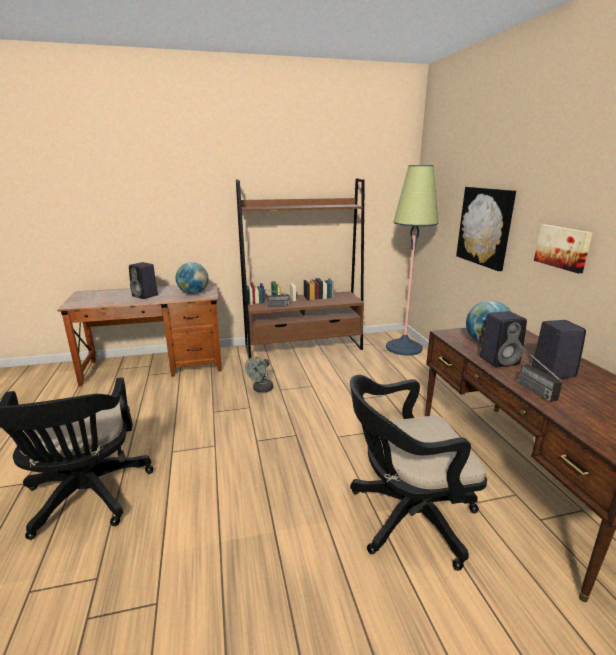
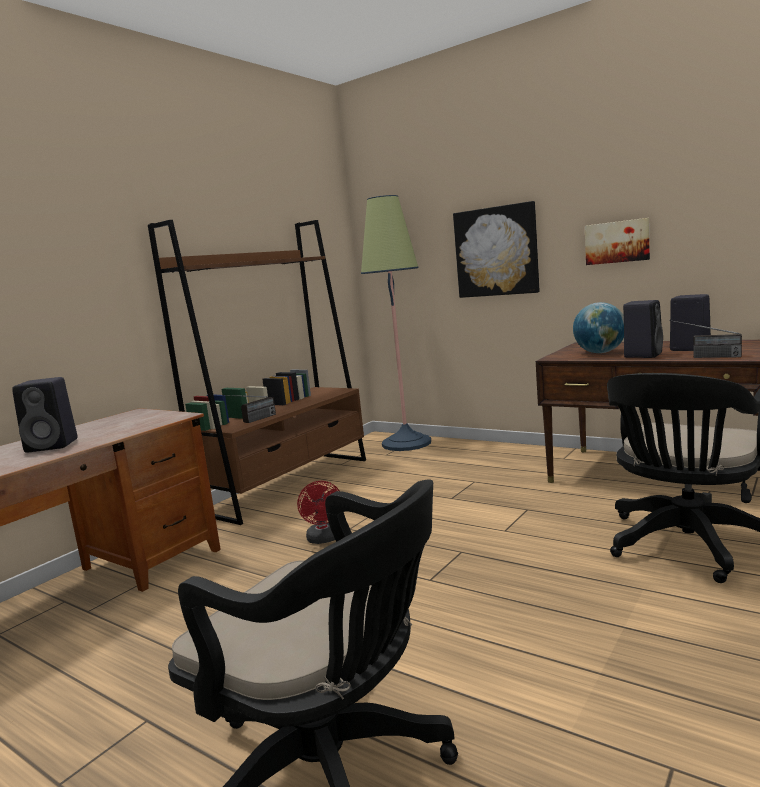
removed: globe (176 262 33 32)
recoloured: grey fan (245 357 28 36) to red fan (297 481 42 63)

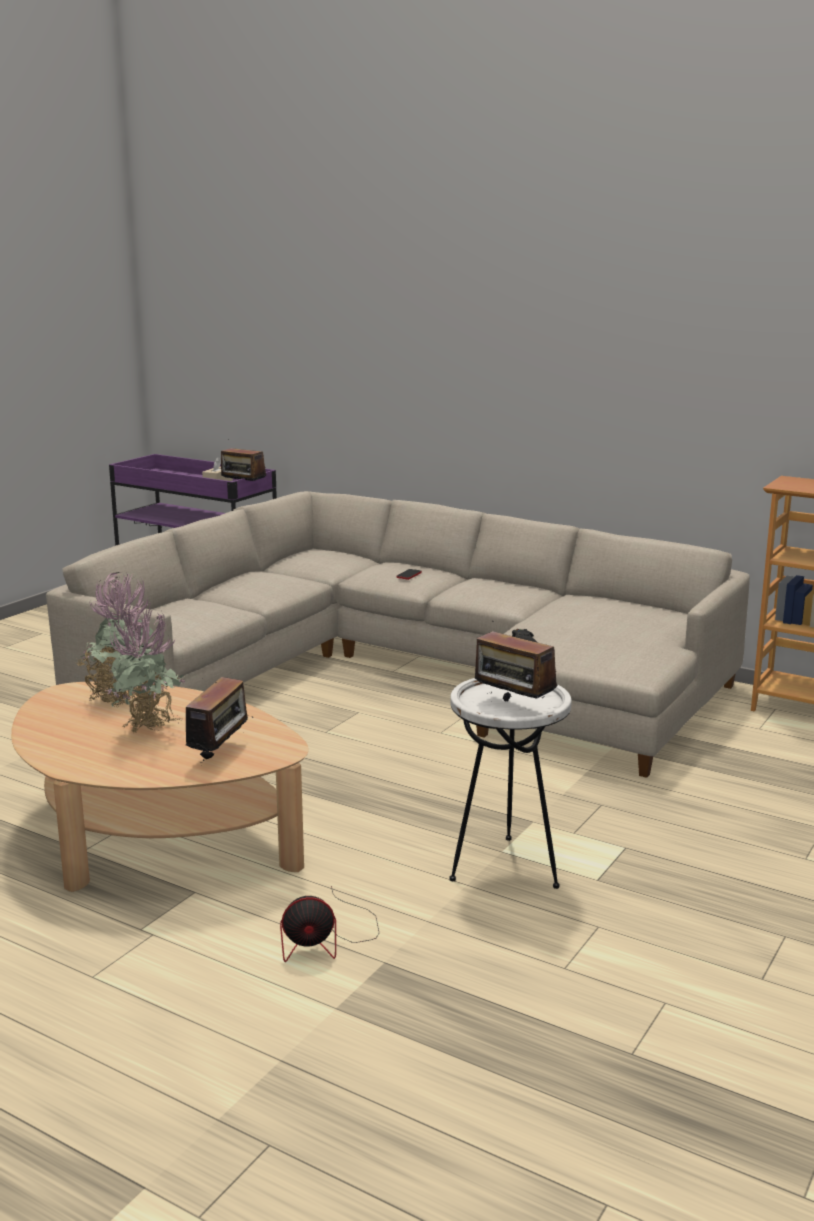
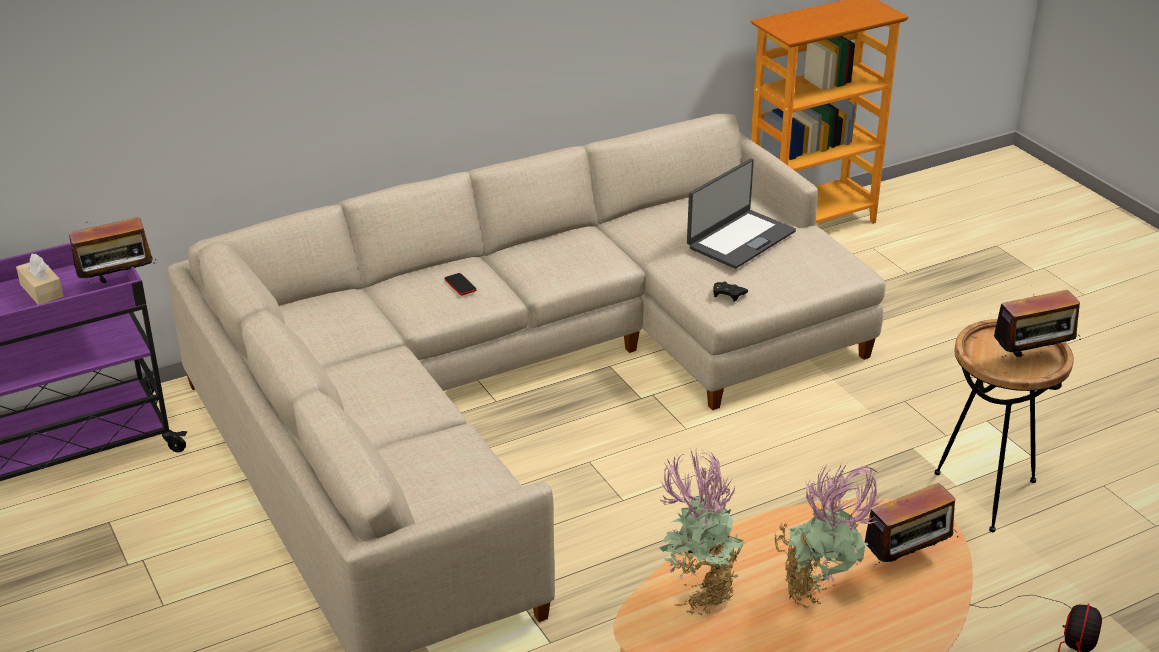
added: laptop (687 159 109 110)
recoloured: white side table (450 678 122 211) to brown side table (935 319 139 213)
turned: radio (186 677 67 86) = (864 483 94 82) 105 degrees clockwise

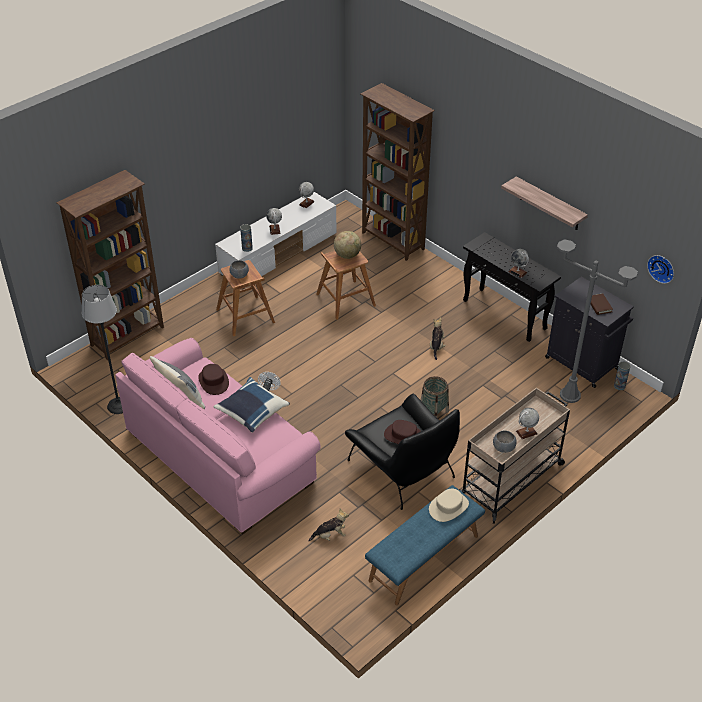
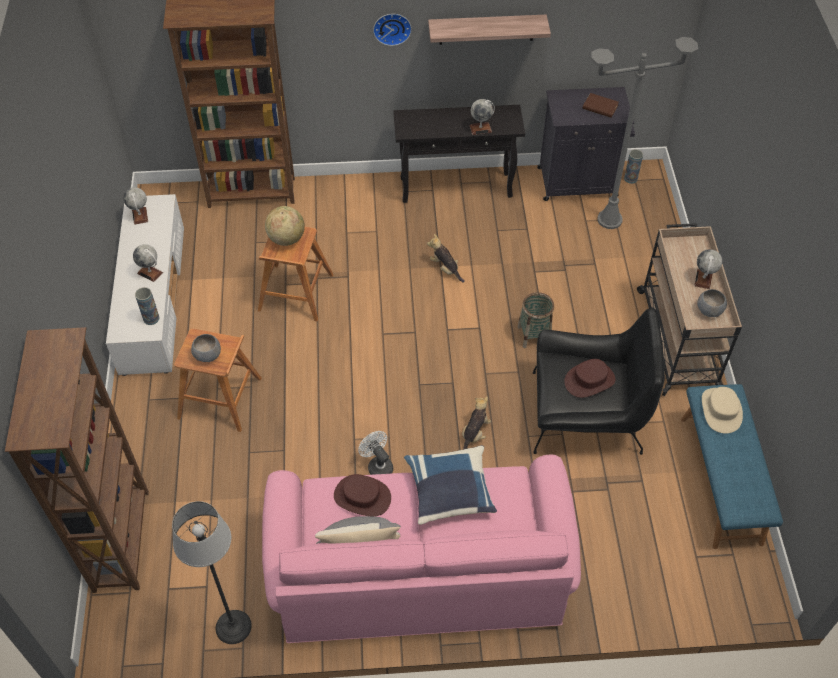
moved: wall clock (647 255 27 29) to (373 14 39 32); plush toy (309 508 40 33) to (462 397 29 53)

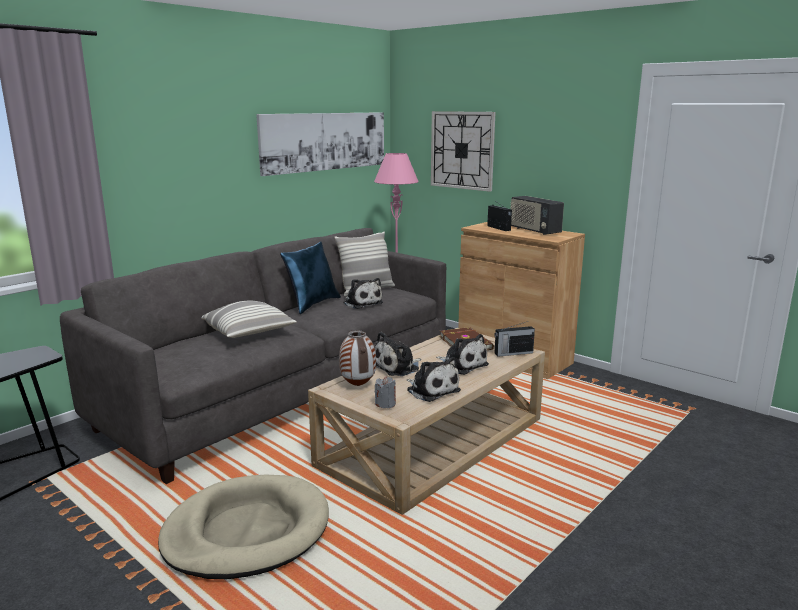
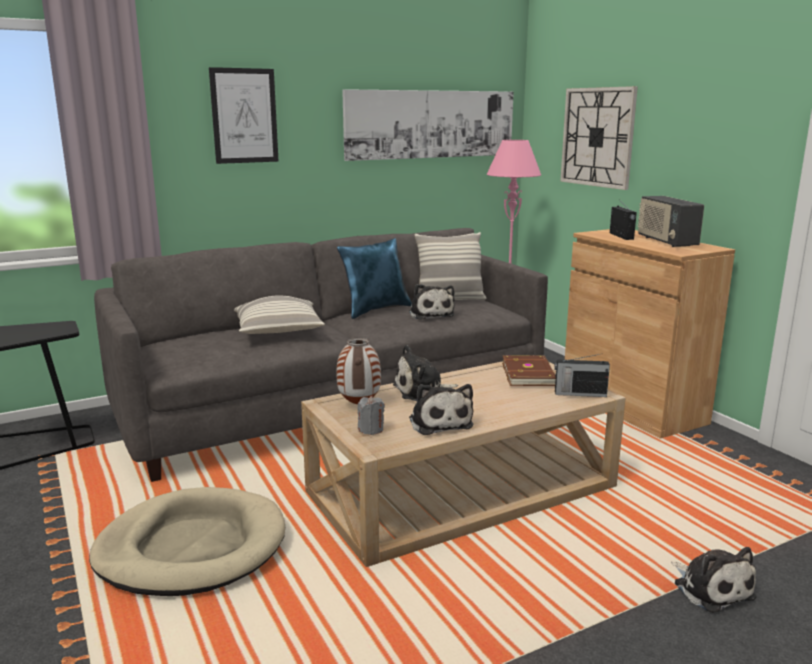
added: picture (209 67 70 97)
moved: plush toy (436 334 53 41) to (671 547 86 66)

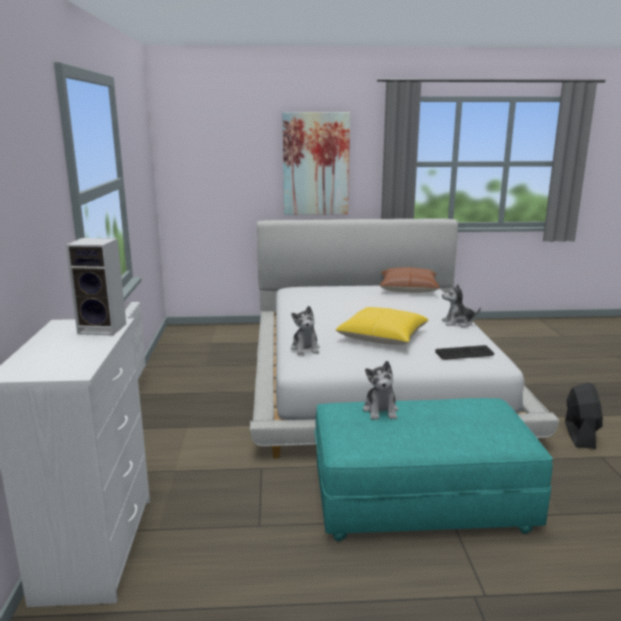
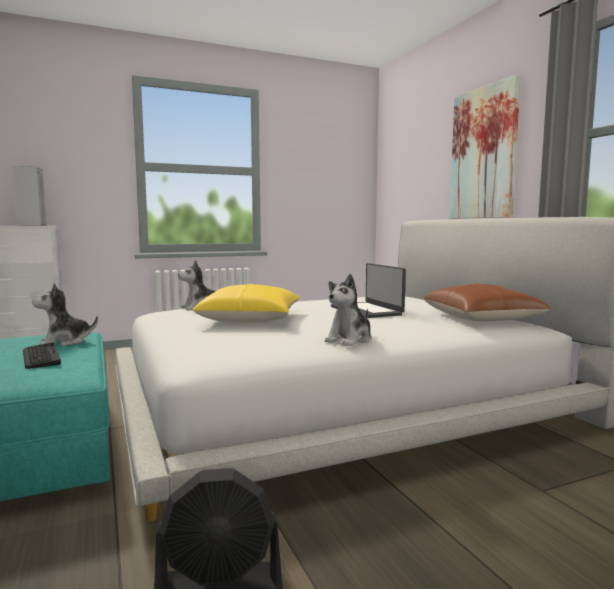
added: laptop (331 263 75 55)
moved: keyboard (435 345 59 14) to (23 343 38 26)
turned: plush toy (442 284 39 43) = (325 274 47 72) 120 degrees counterclockwise

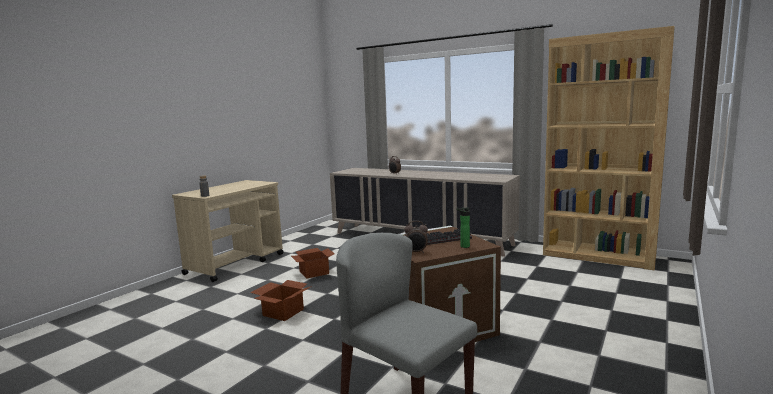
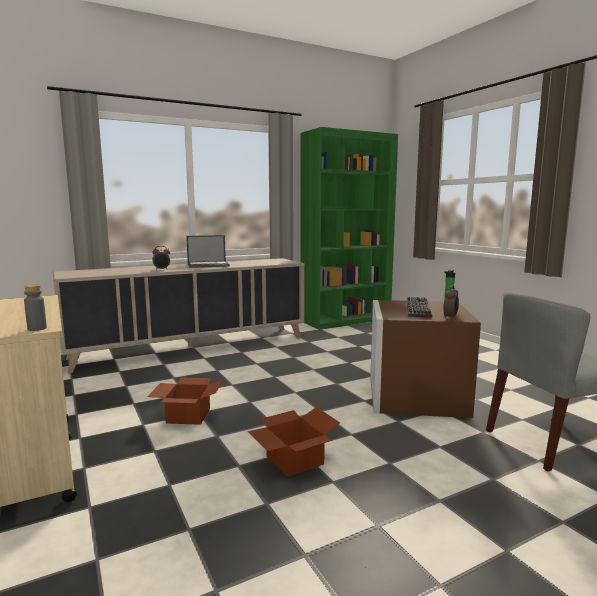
added: laptop (186 235 44 33)
recoloured: brown bookcase (543 26 132 244) to green bookcase (300 127 98 203)

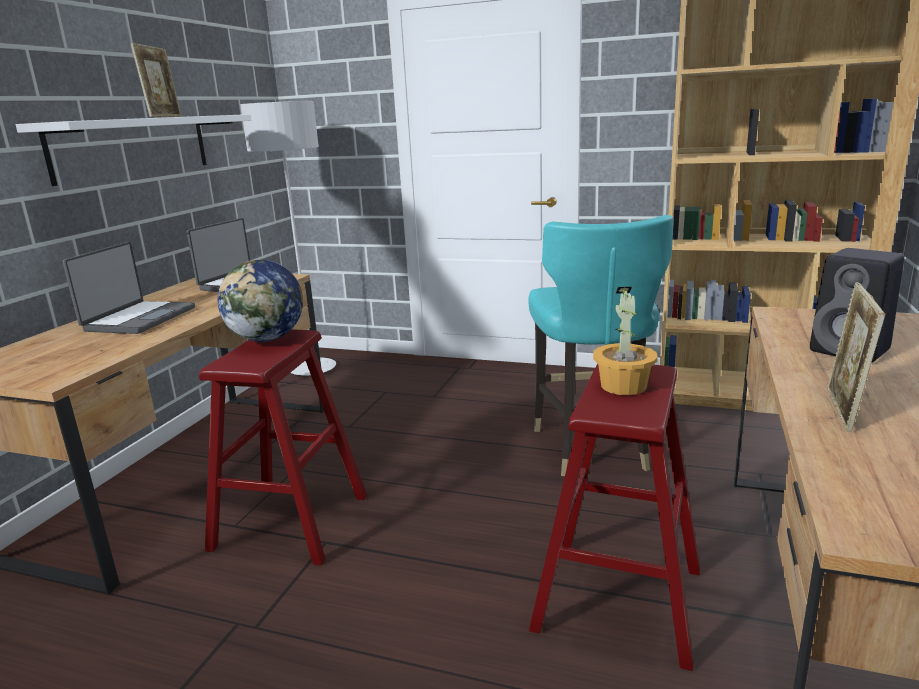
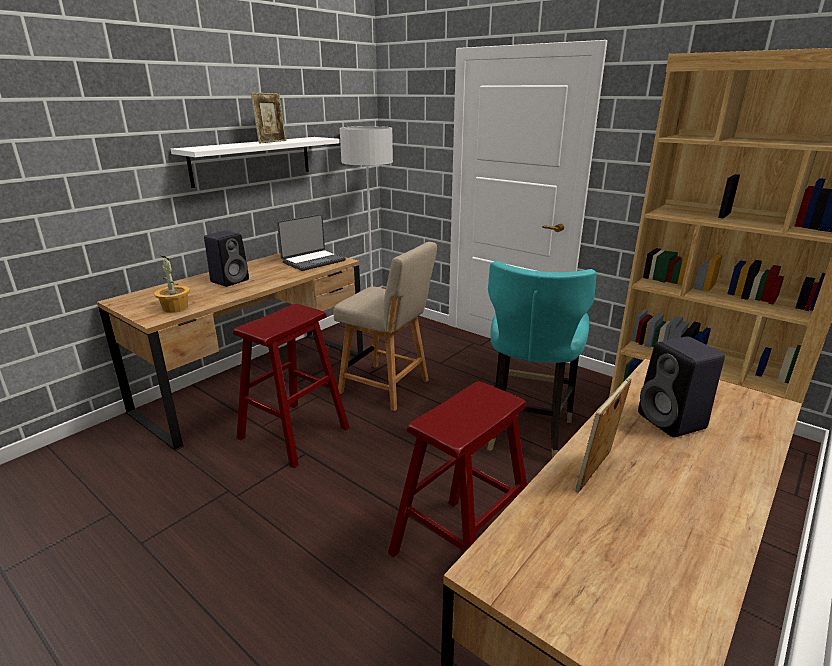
removed: globe (218 260 85 82)
added: beige chair (334 242 103 169)
moved: potted plant (593 287 65 108) to (154 256 36 57)
replaced: laptop (63 242 132 92) to black speaker (204 231 45 56)

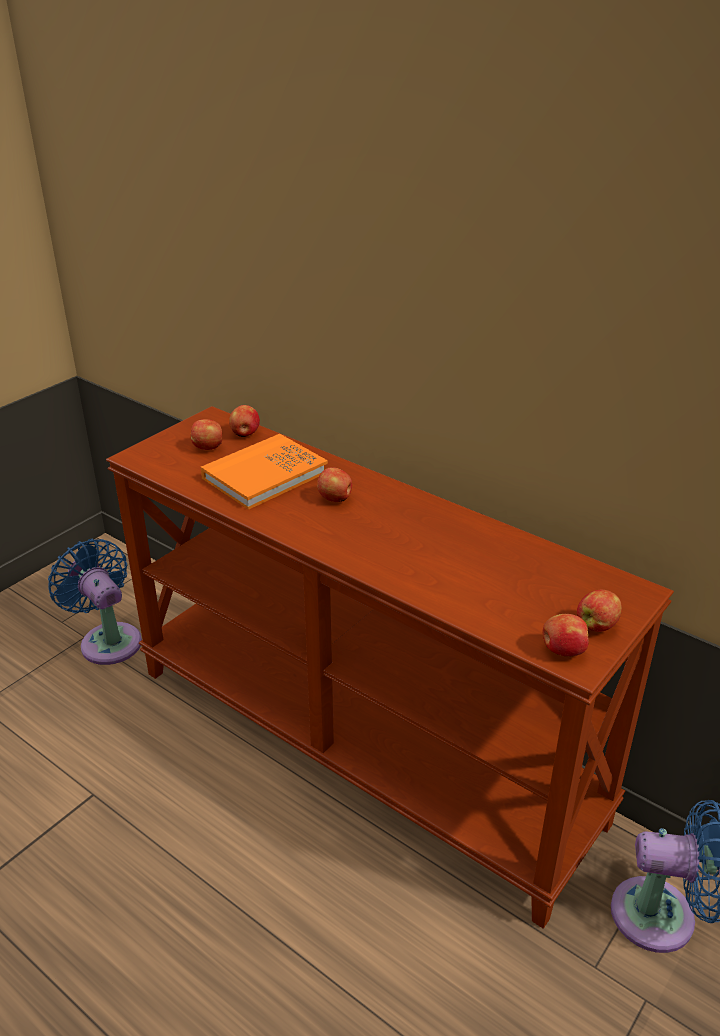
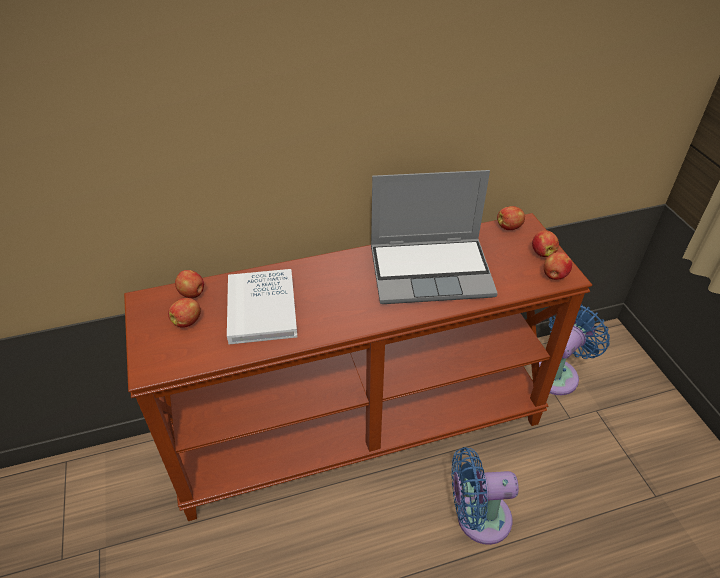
added: laptop (371 170 127 134)
moved: blue fan (48 539 94 126) to (452 447 67 98); apple (317 467 35 35) to (497 206 28 24)
recoloured: orange book (201 434 127 76) to white book (227 269 70 75)

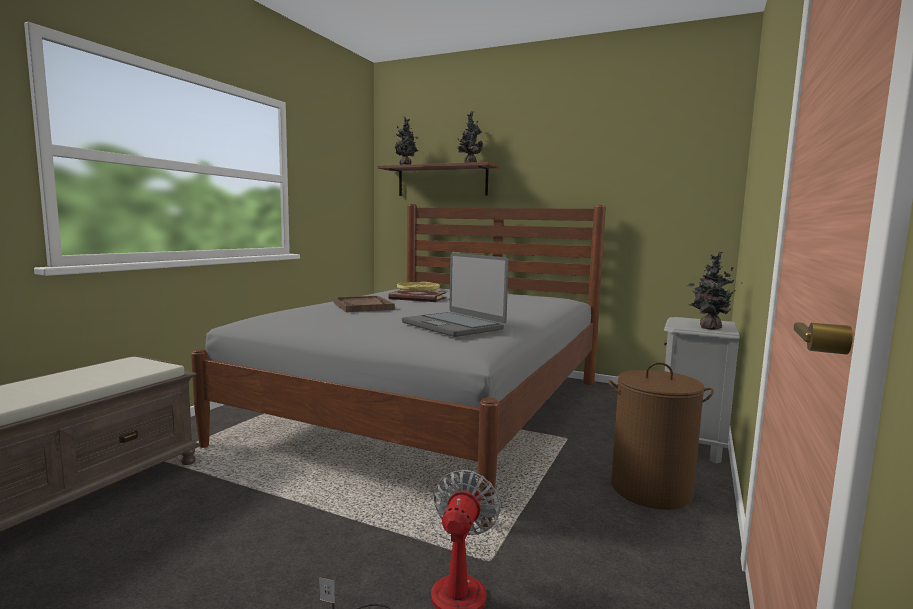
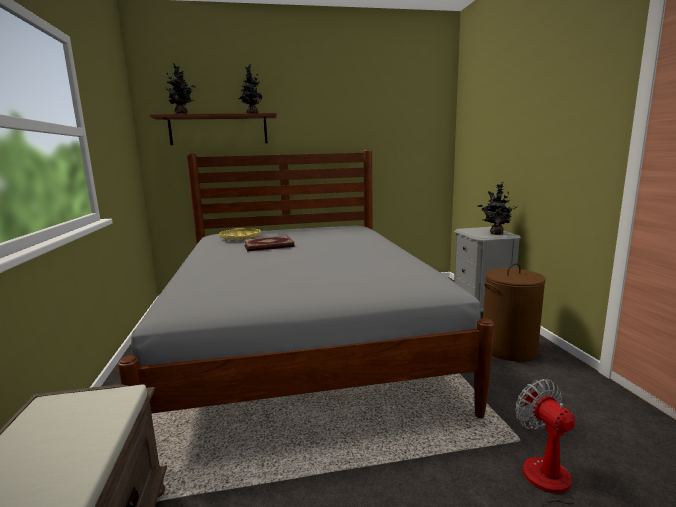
removed: brown tray (333 296 62 16); laptop (402 253 107 84)

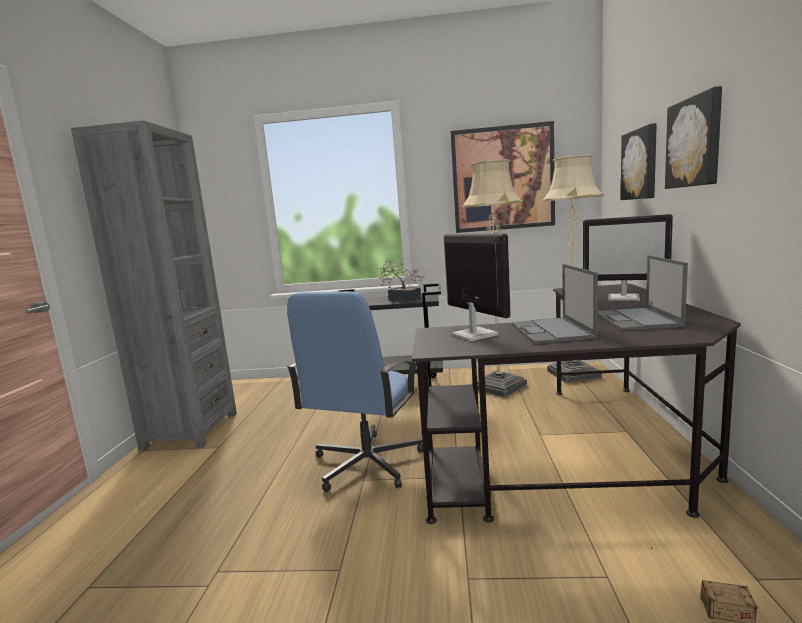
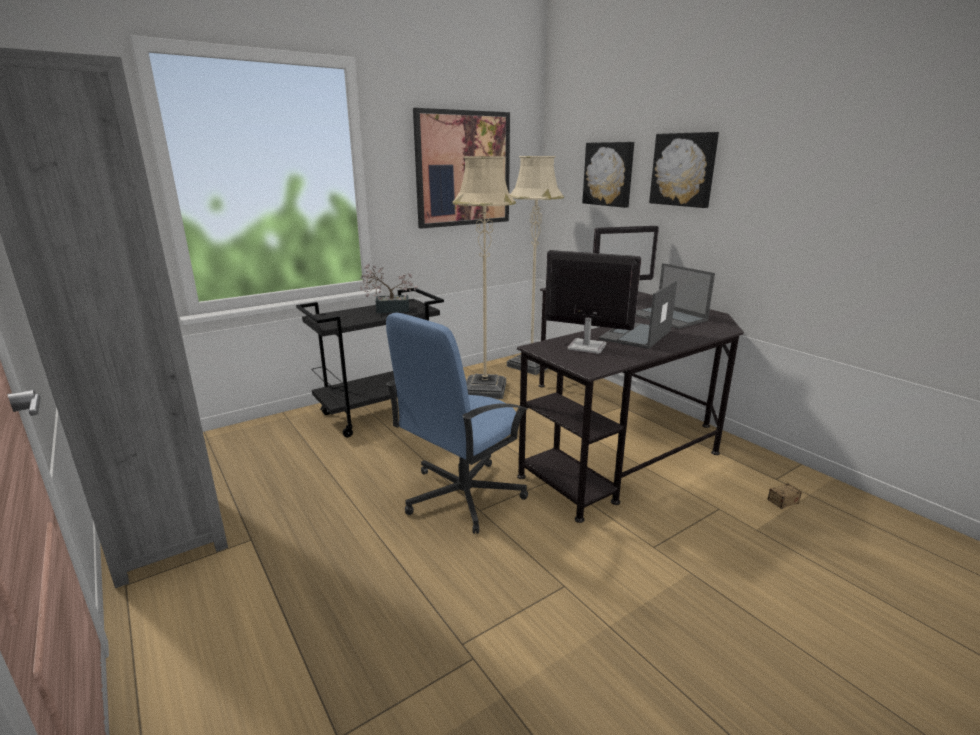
turned: blue office chair (287 291 136 201) = (386 312 142 222) 60 degrees clockwise; laptop (511 264 87 80) = (599 280 78 69) 75 degrees clockwise

